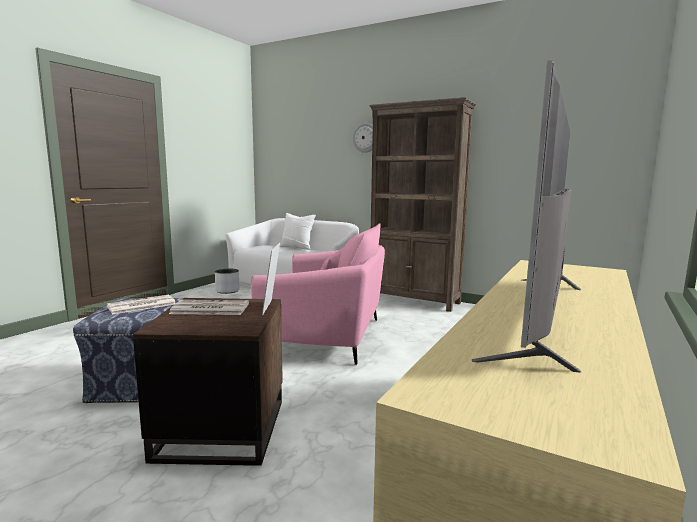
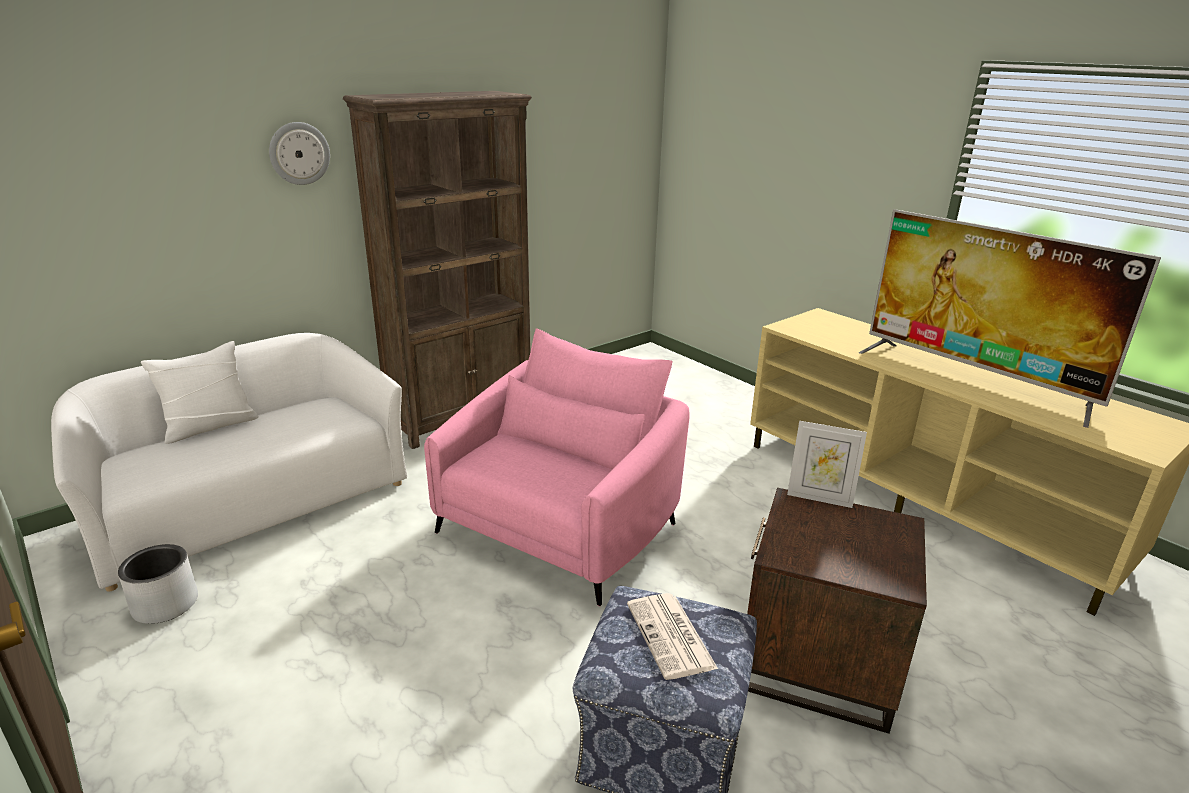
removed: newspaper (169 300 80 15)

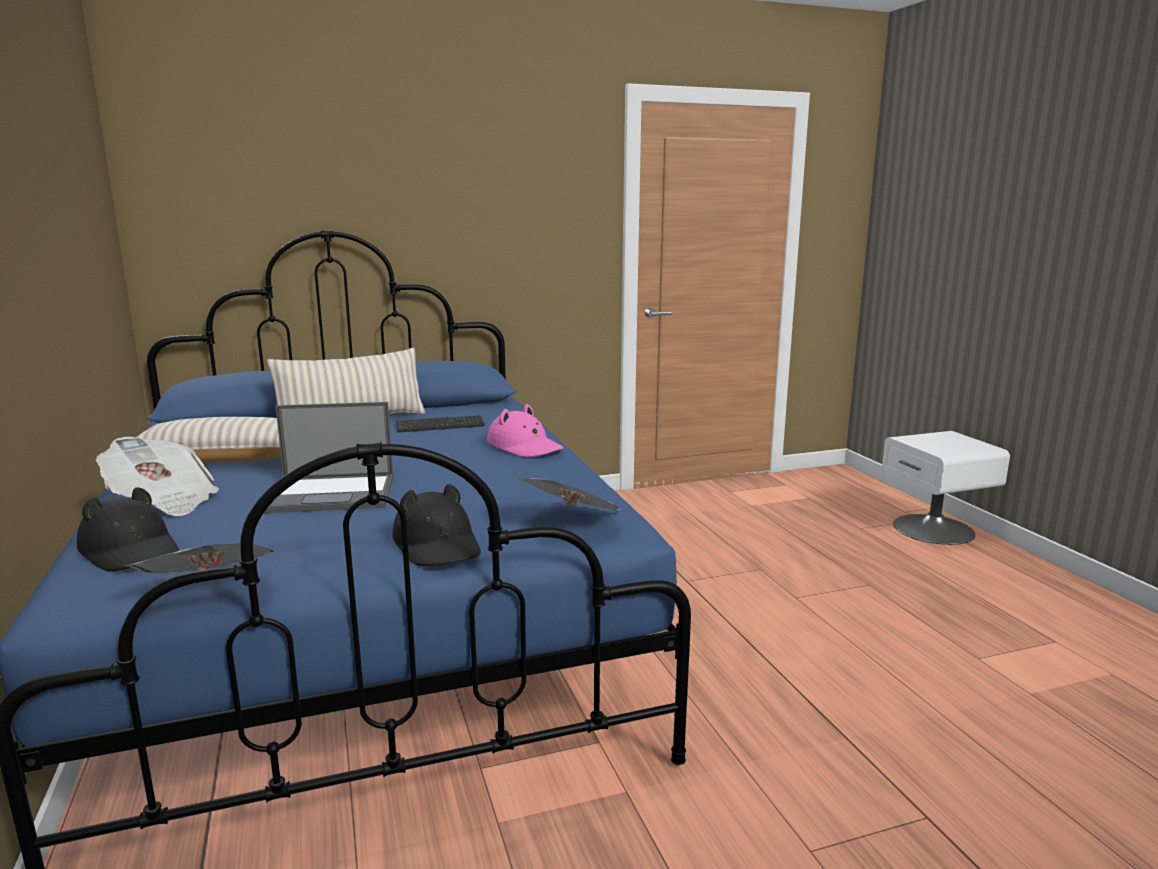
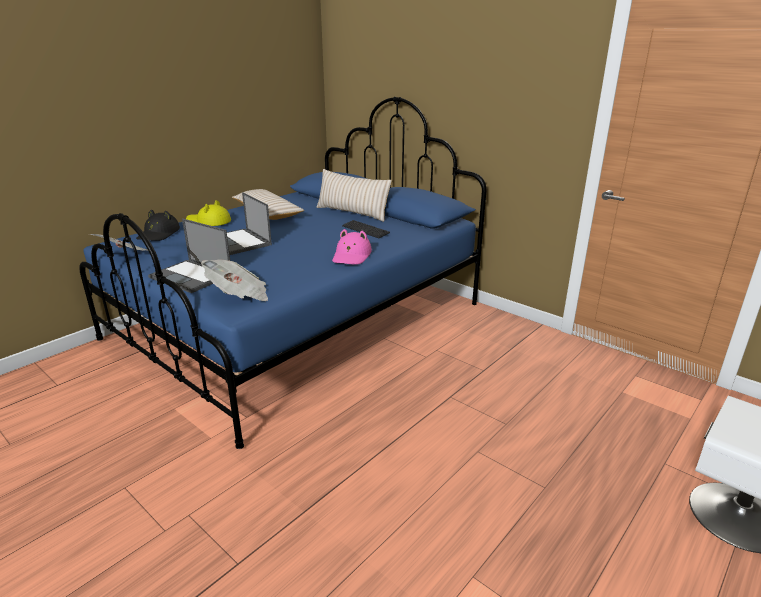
replaced: black hat (393 484 88 82) to laptop (148 218 82 75); newspaper (96 437 123 79) to yellow hat (186 200 45 26)

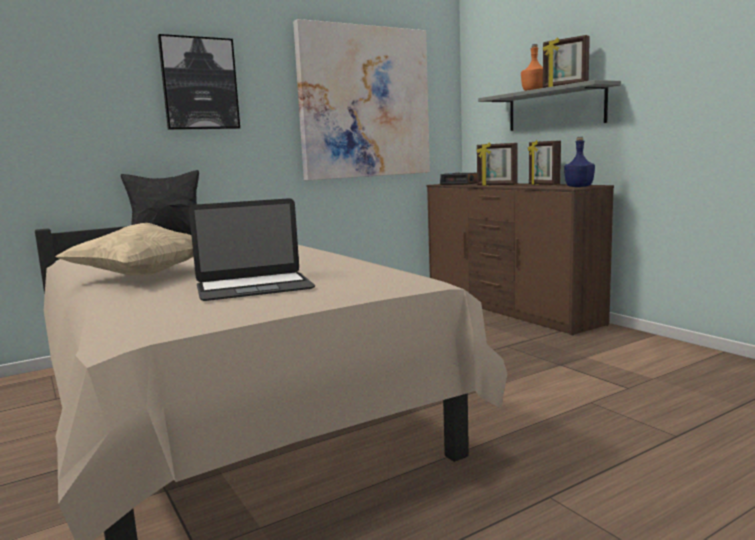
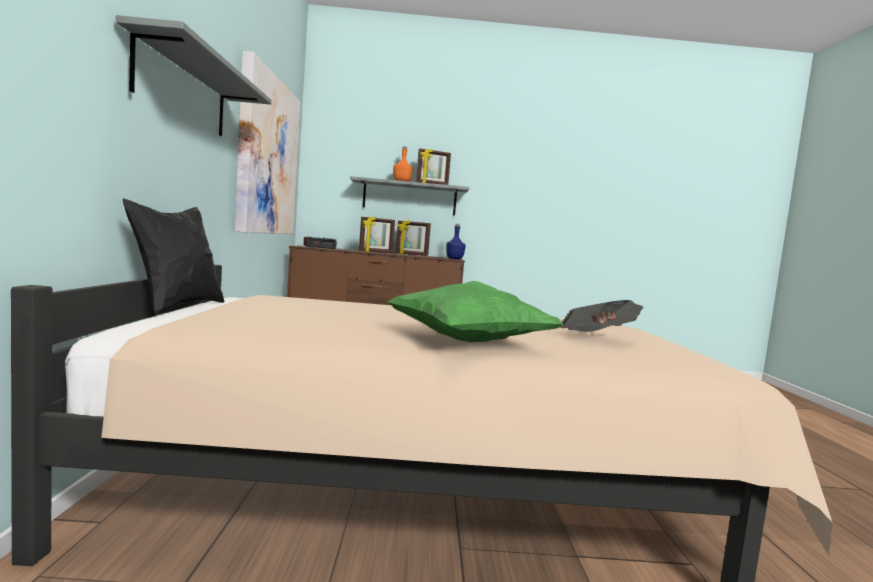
replaced: picture (158 34 82 96) to grey shelf (116 15 156 121); laptop (189 198 126 103) to newspaper (560 300 83 32)
recoloured: beige pillow (55 223 139 53) to green pillow (387 281 176 61)

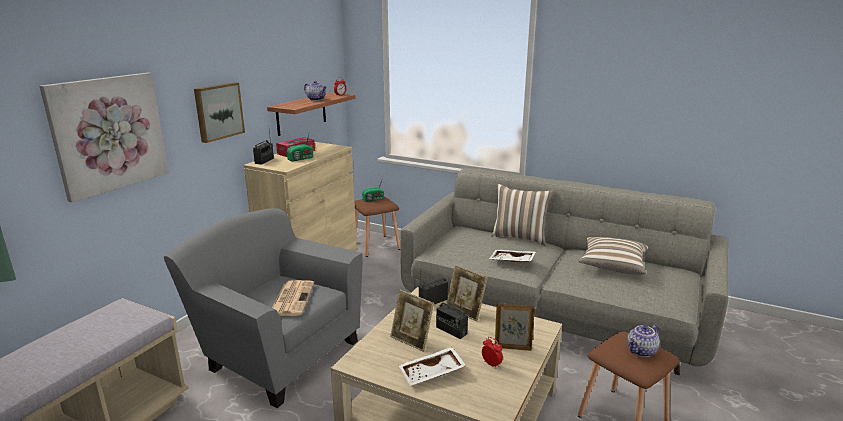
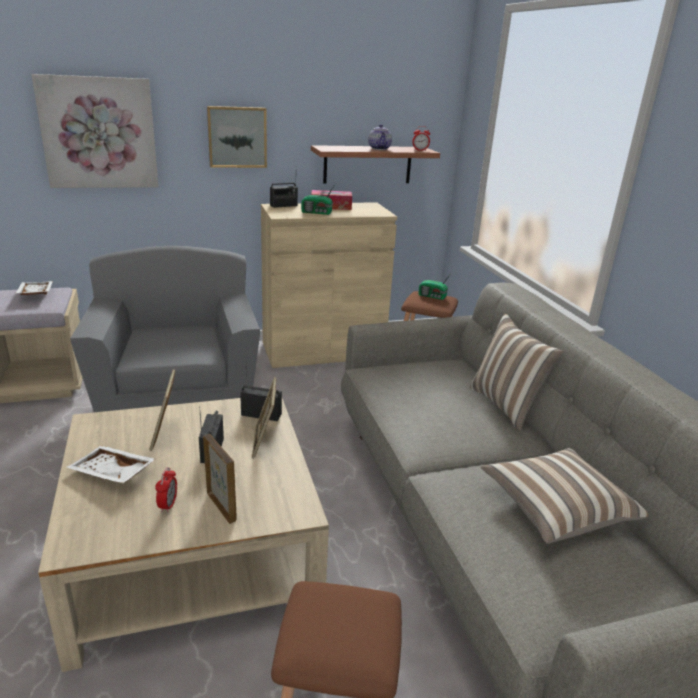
removed: newspaper (272 280 42 36); teapot (627 324 33 33)
moved: white tray (489 250 47 12) to (16 281 37 14)

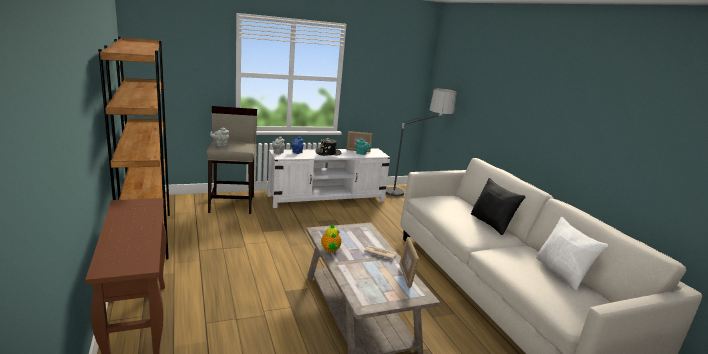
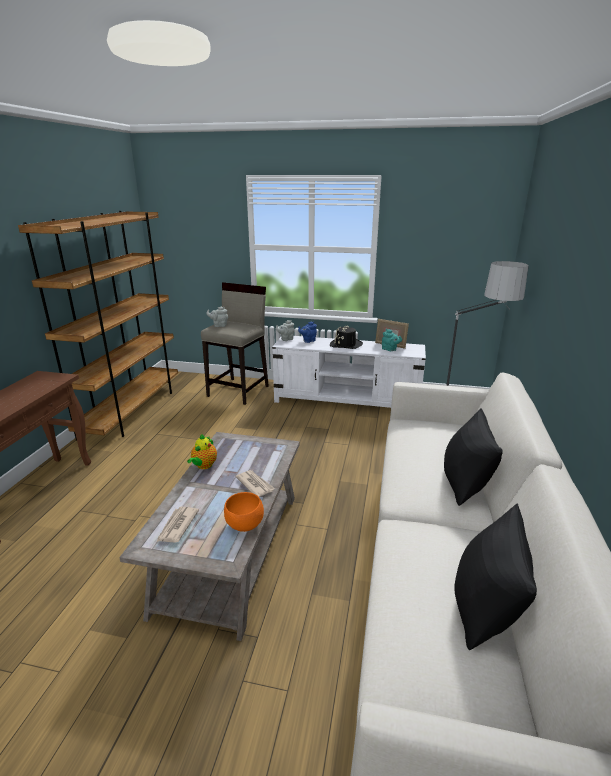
added: newspaper (157 507 42 36)
replaced: picture frame (400 237 19 51) to orange bowl (224 492 40 40)
recoloured: white pillow (536 217 72 73) to black pillow (454 503 83 147)

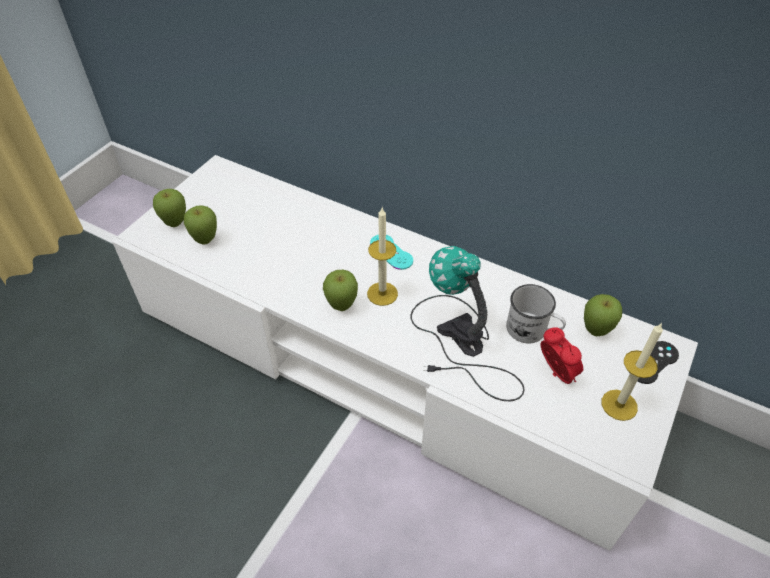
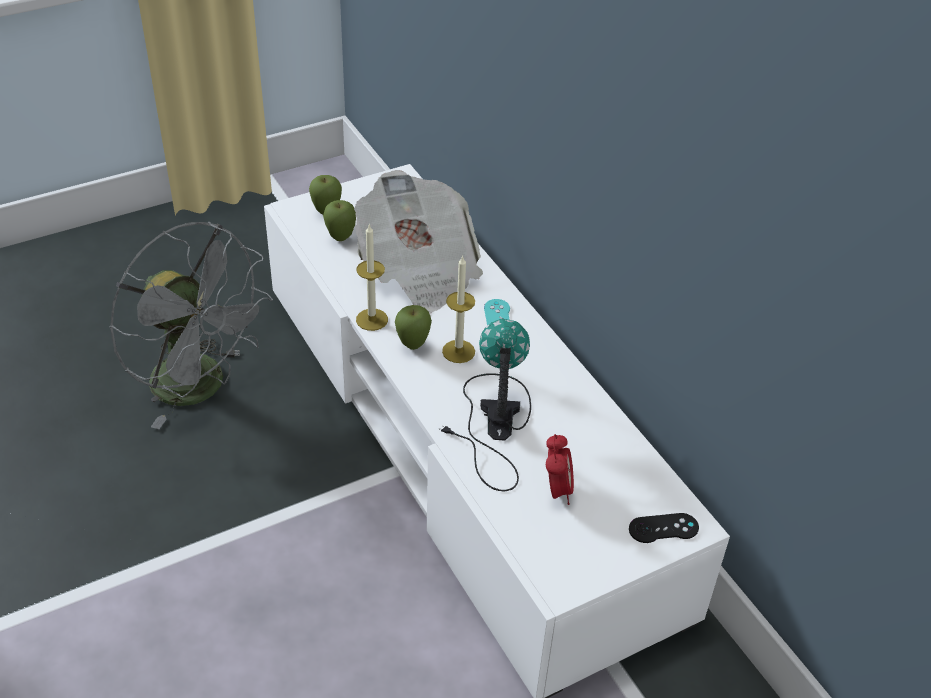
removed: white mug (506 284 60 59); apple (584 294 38 42)
added: grey fan (110 222 163 207); newspaper (354 170 129 144)
moved: candle (602 322 61 99) to (356 223 32 108)

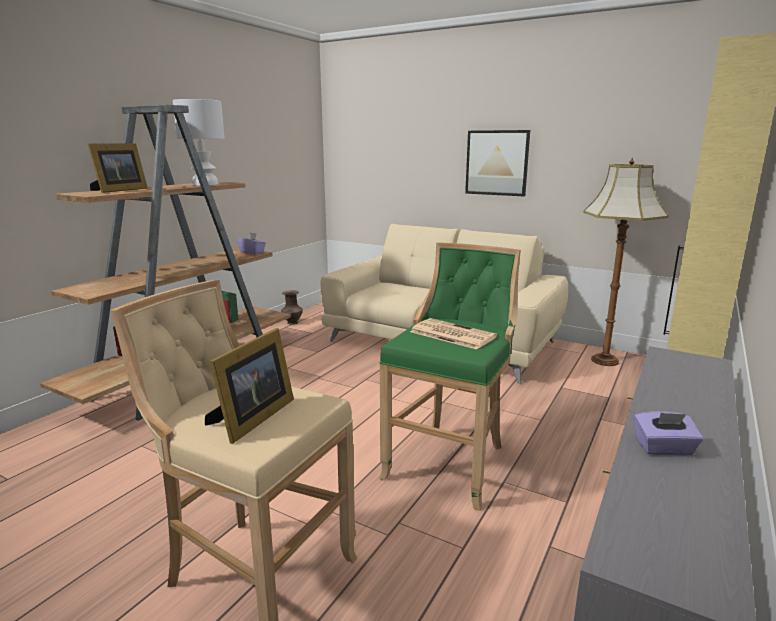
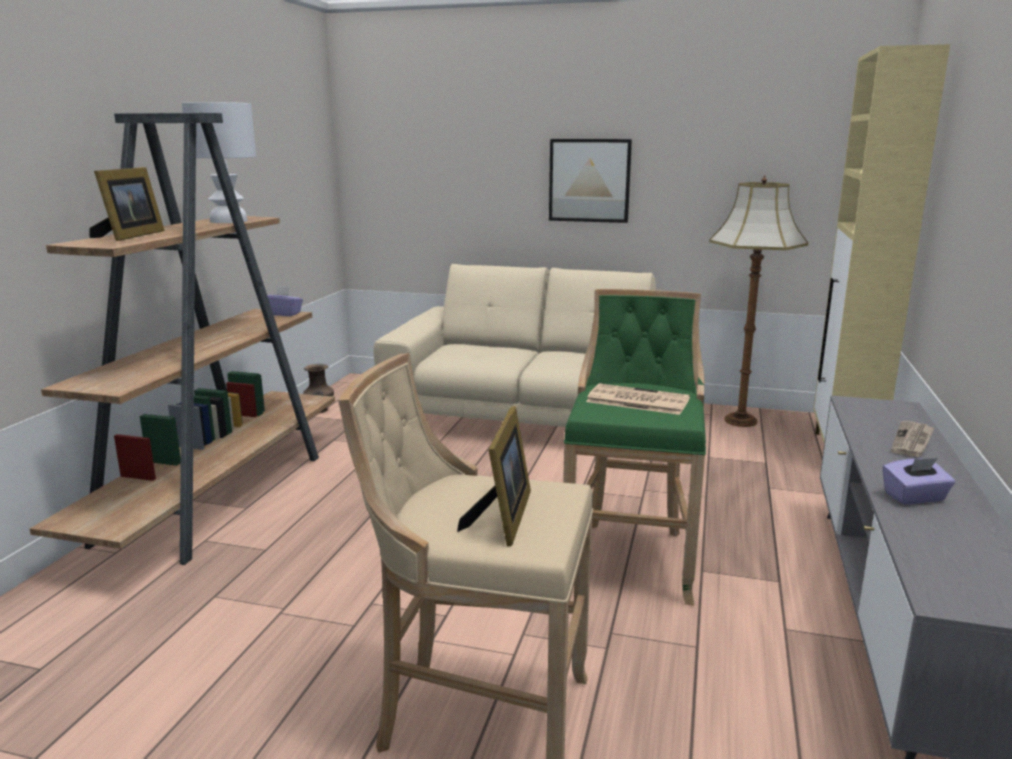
added: newspaper (891 421 43 36)

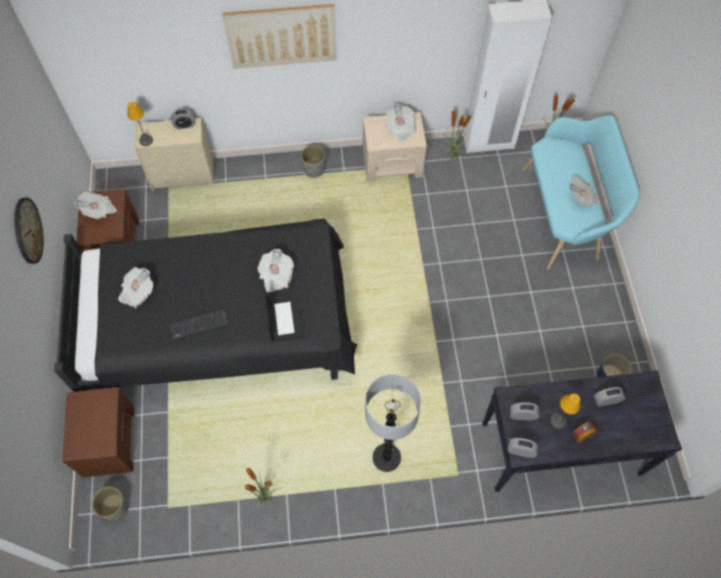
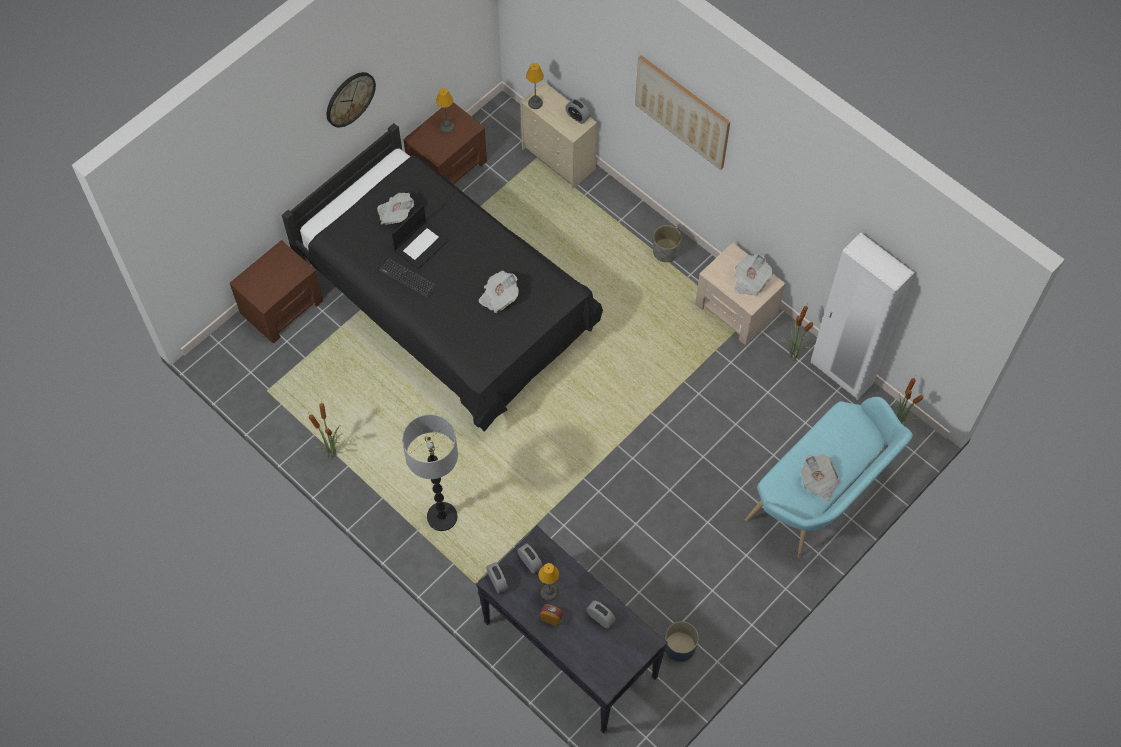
removed: grey planter (92 487 37 34)
moved: laptop (263 287 42 54) to (392 204 57 66)
replaced: newspaper (74 191 43 28) to table lamp (436 88 19 45)

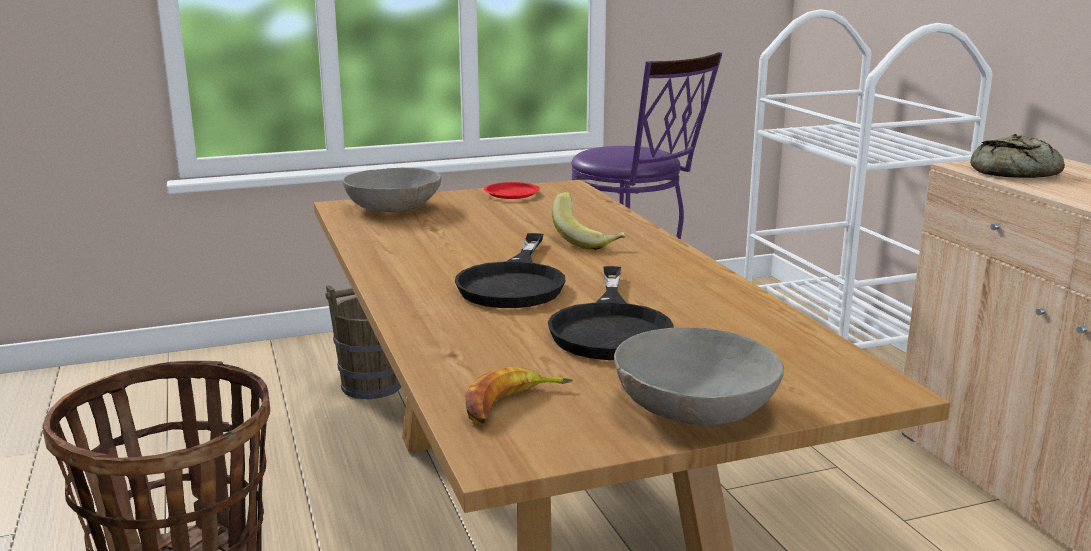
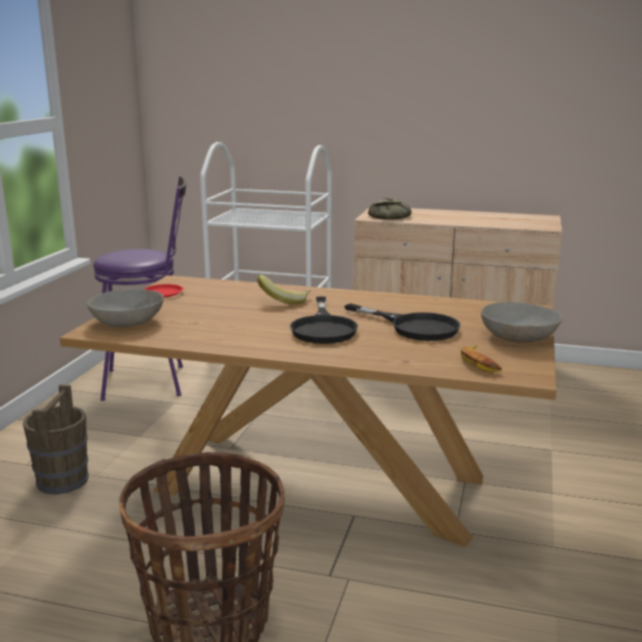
turned: black frying pan (455 233 110 75) = (290 297 68 47) 45 degrees clockwise

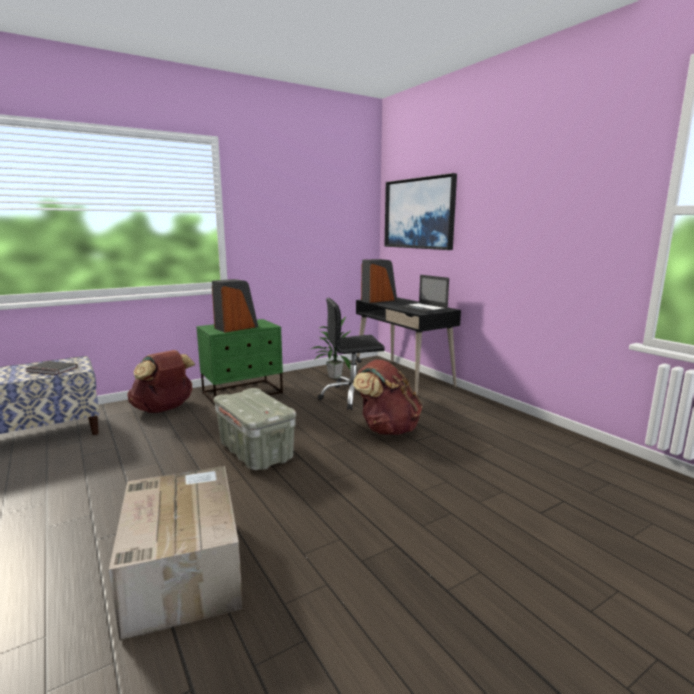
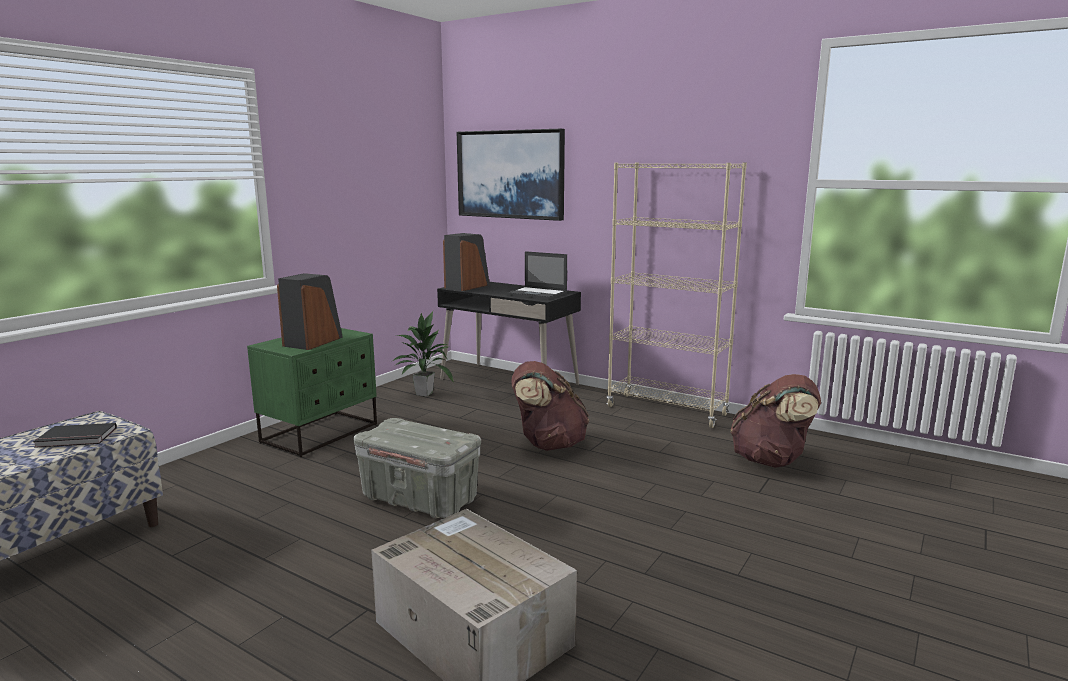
removed: black office chair (318 298 67 112)
added: beige bookcase (607 163 140 265)
moved: brown backpack (127 350 69 63) to (731 374 90 94)

